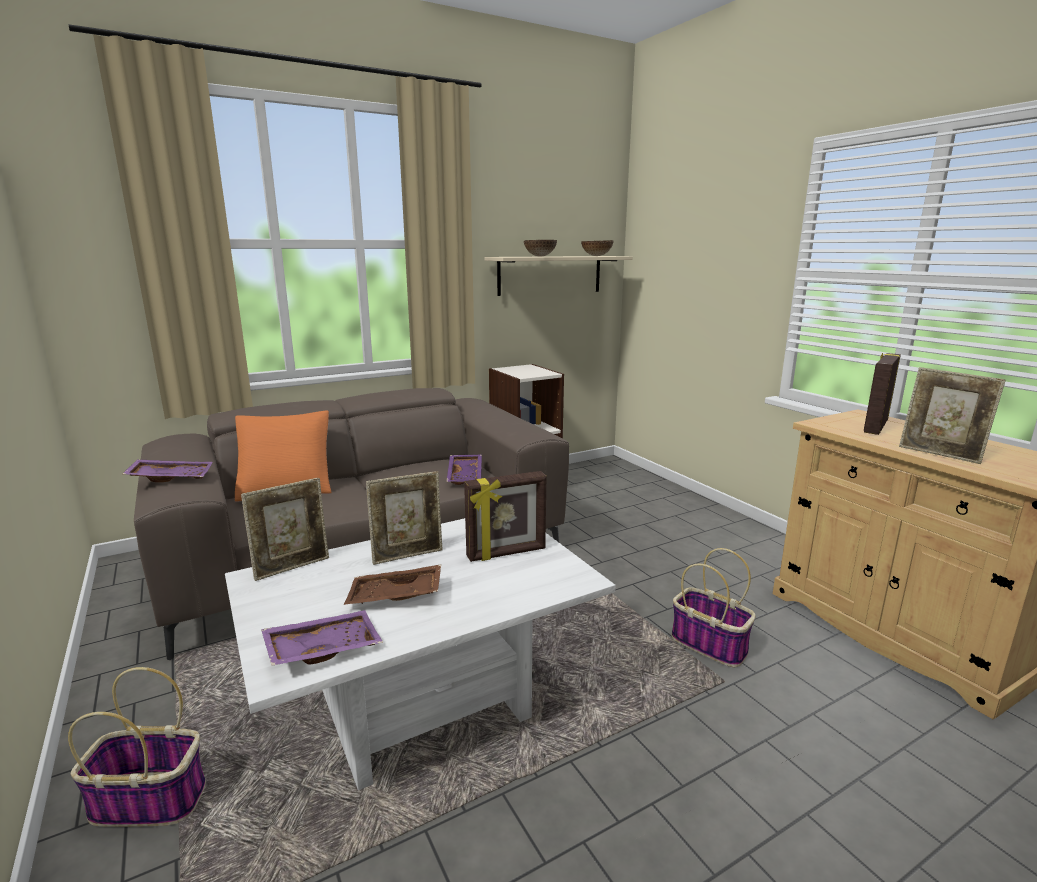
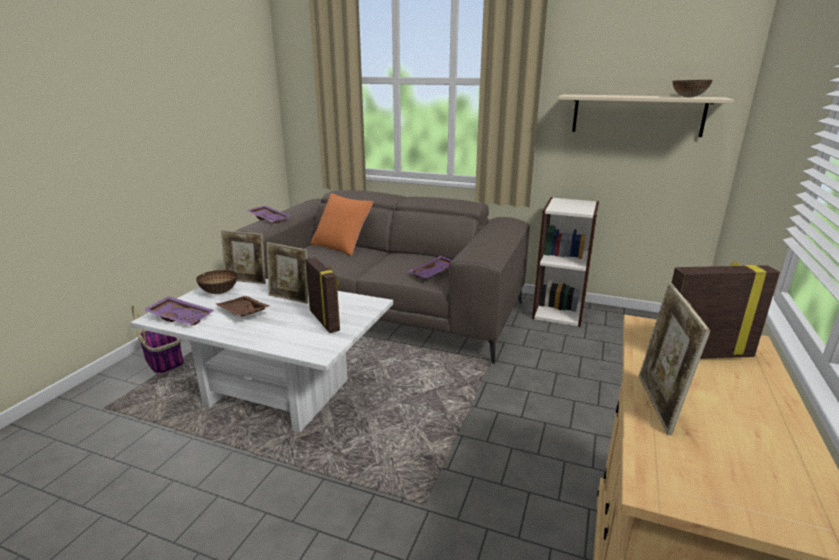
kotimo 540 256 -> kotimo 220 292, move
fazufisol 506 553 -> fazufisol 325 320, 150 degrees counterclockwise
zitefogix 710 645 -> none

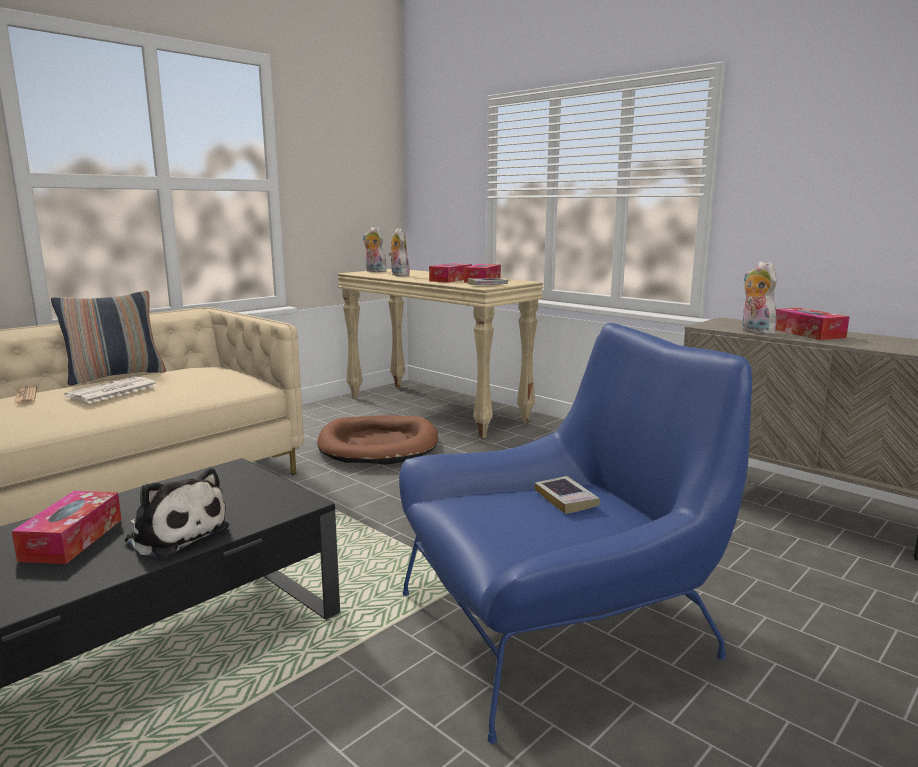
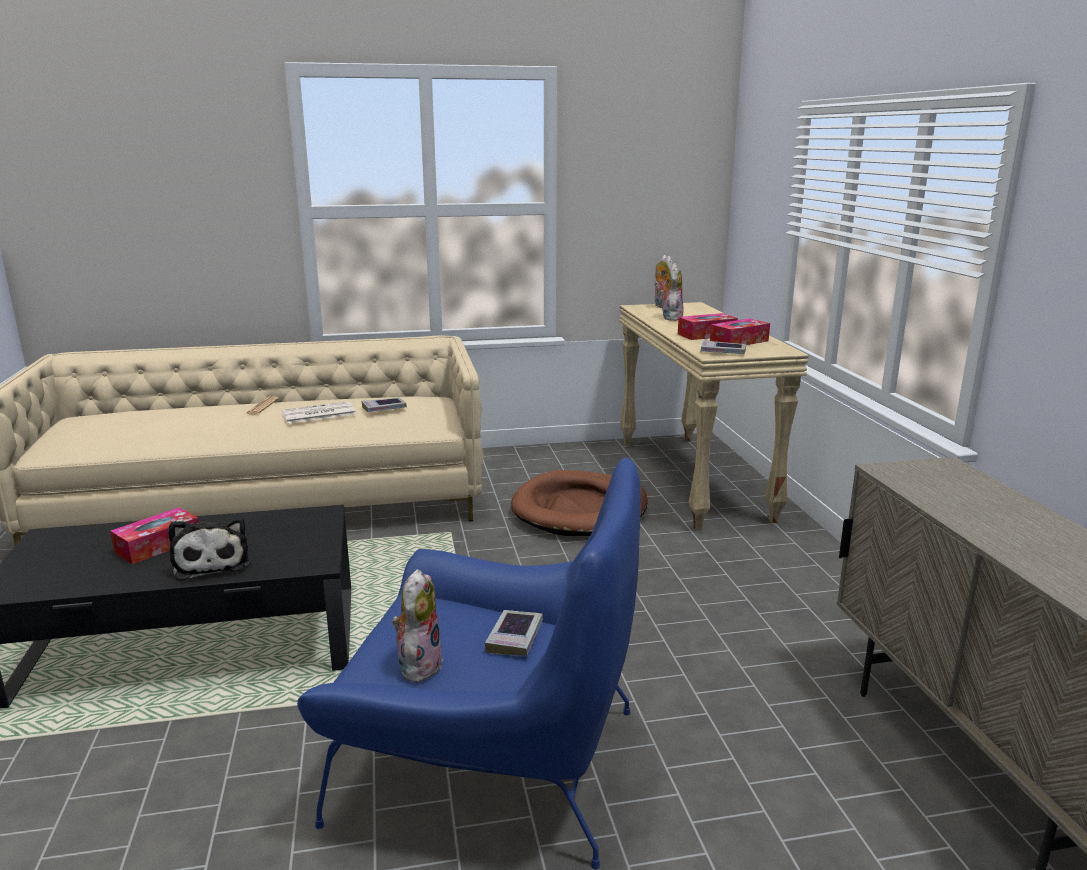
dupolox 754 331 -> dupolox 418 665, move
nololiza 115 376 -> none
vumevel 807 333 -> none
none -> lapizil 384 408

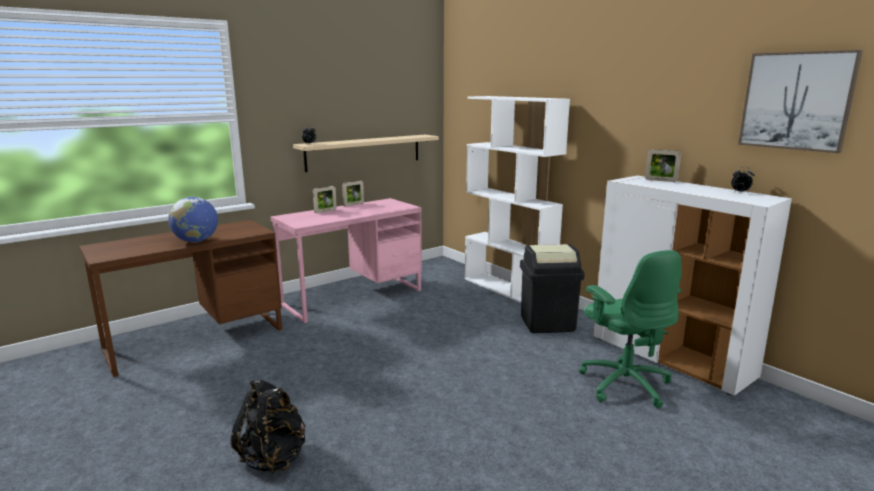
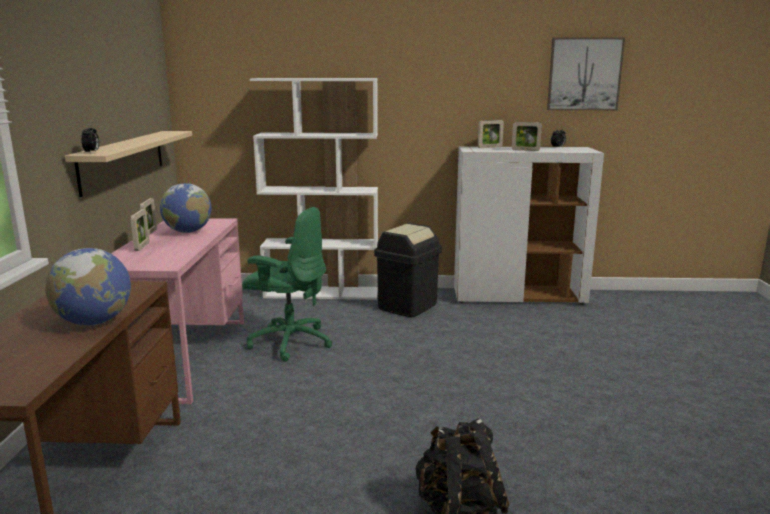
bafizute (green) 624 383 -> bafizute (green) 289 342, move
none -> fazufisol 525 150
none -> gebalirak 188 232

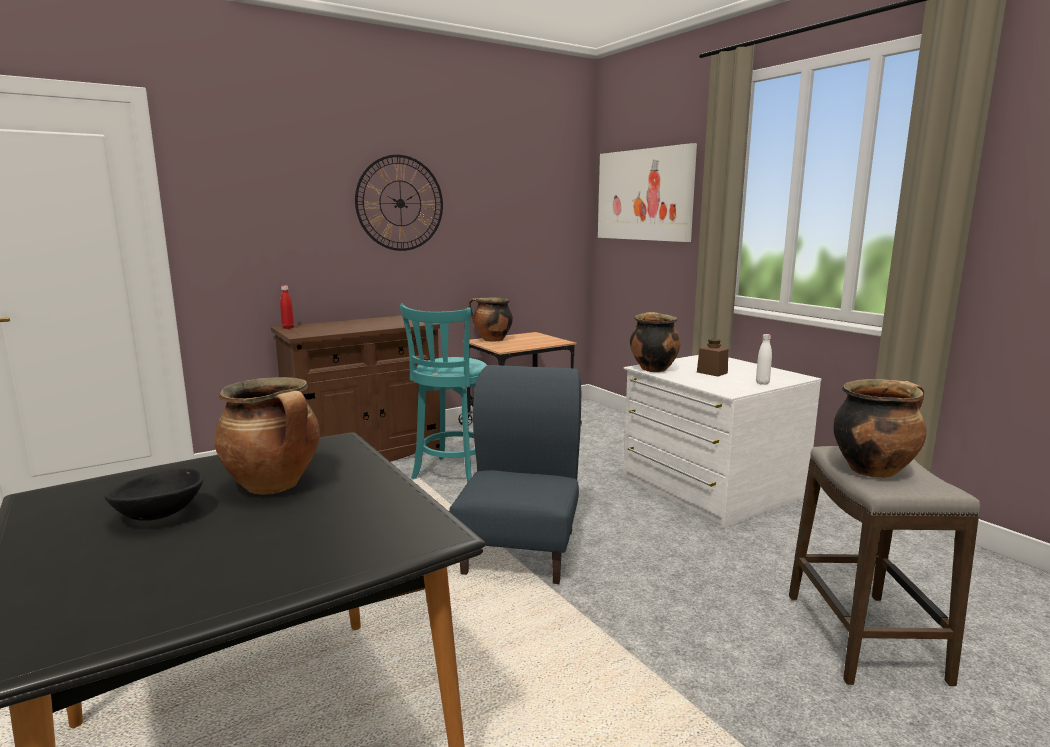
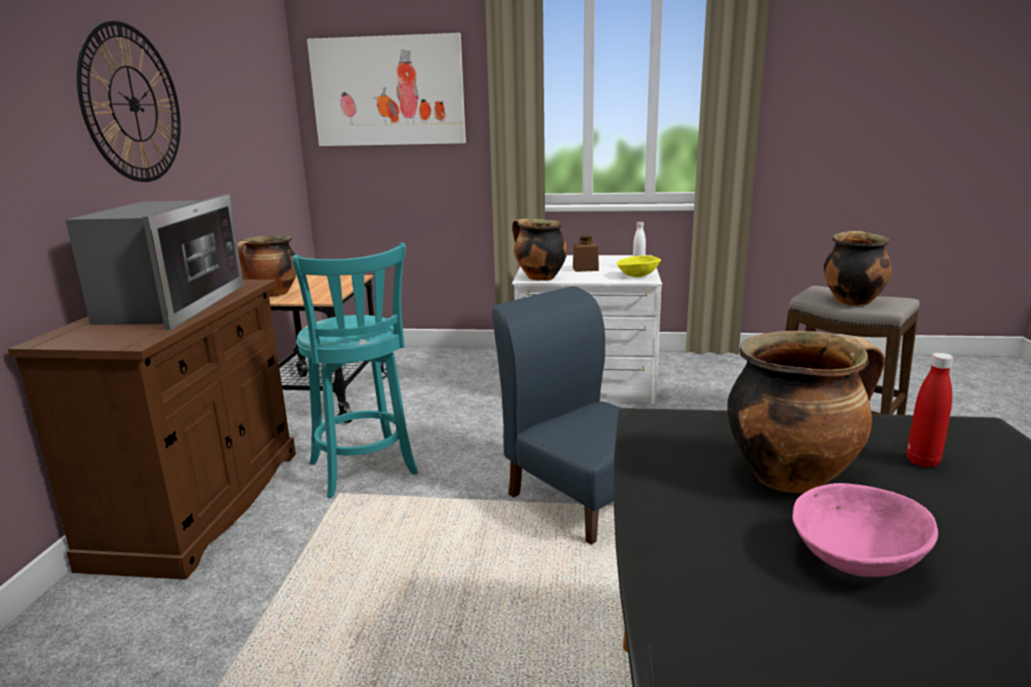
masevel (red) 288 328 -> masevel (red) 922 461, move
kotimo (black) 159 516 -> kotimo (pink) 857 562
none -> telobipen 171 305
none -> kotimo (yellow) 638 276

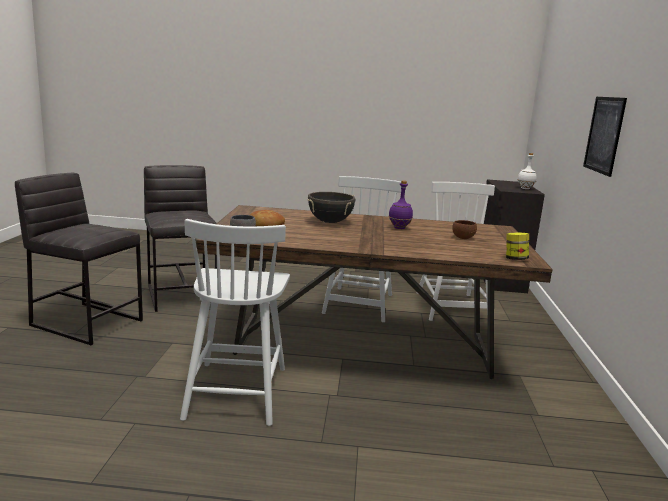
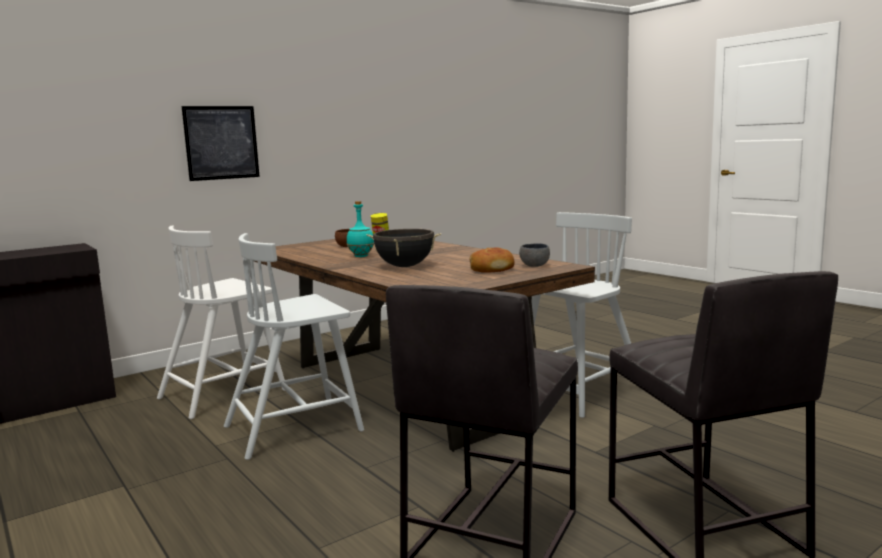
masevel (white) 525 188 -> none
masevel (purple) 399 228 -> masevel (turquoise) 361 256

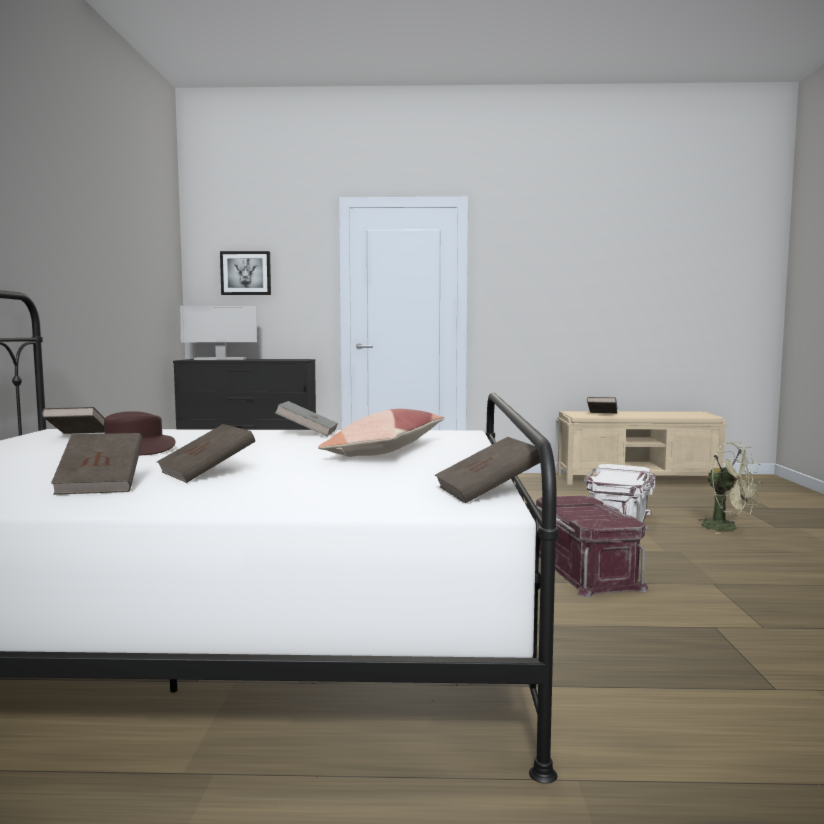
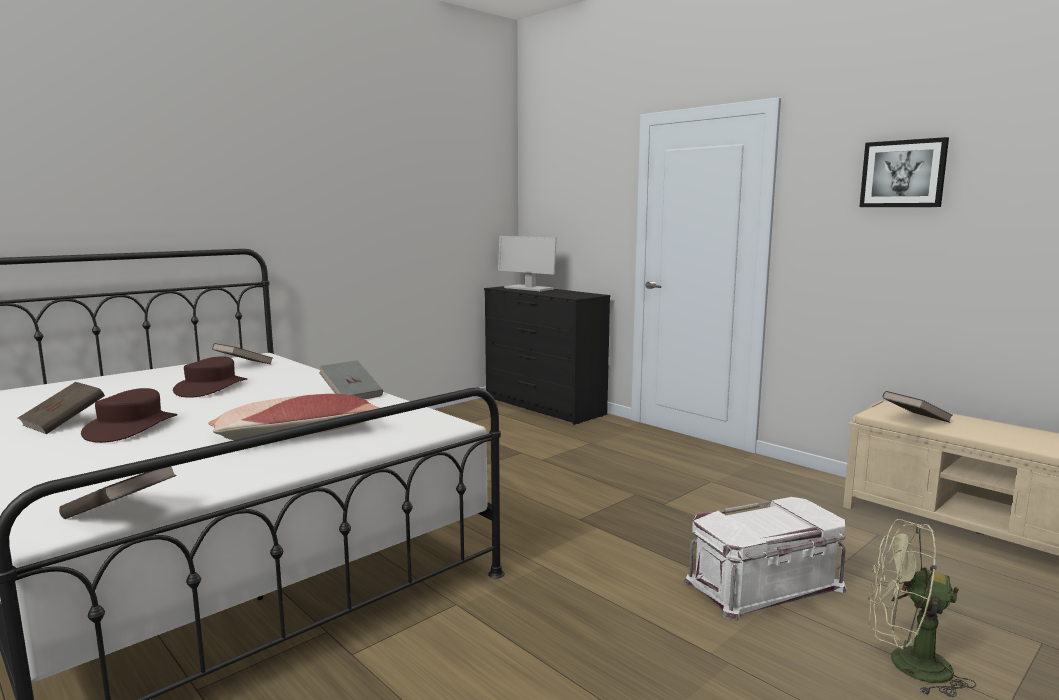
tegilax 246 273 -> tegilax 903 174, move
lapizil (brown) 207 473 -> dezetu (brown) 131 427
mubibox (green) 727 528 -> mubibox (green) 906 665, 105 degrees clockwise
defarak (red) 587 570 -> none

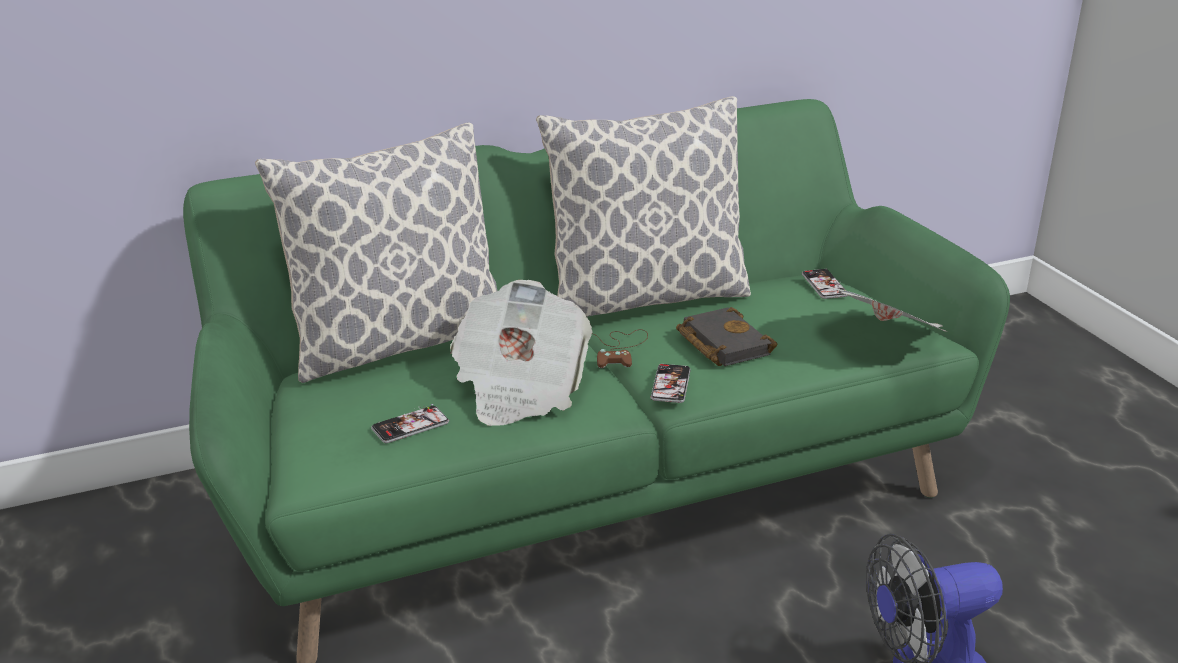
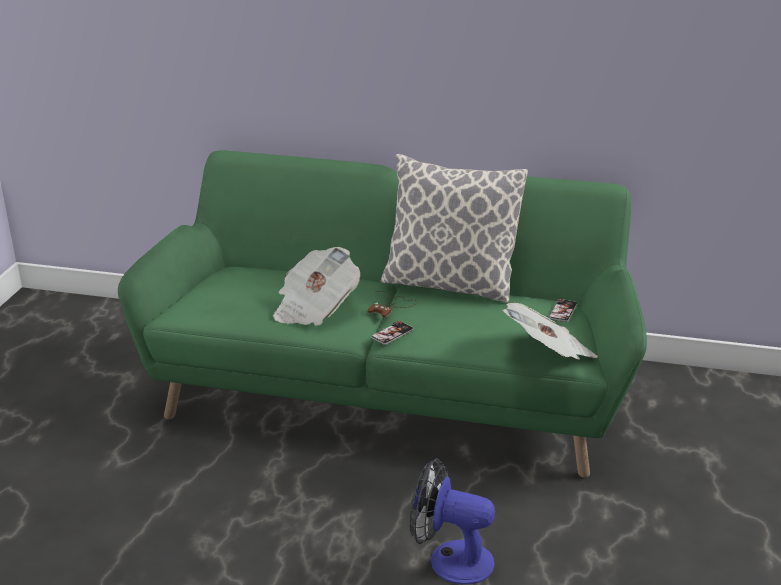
nololiza 396 343 -> none
lapizil (black) 721 343 -> none
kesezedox 410 426 -> none

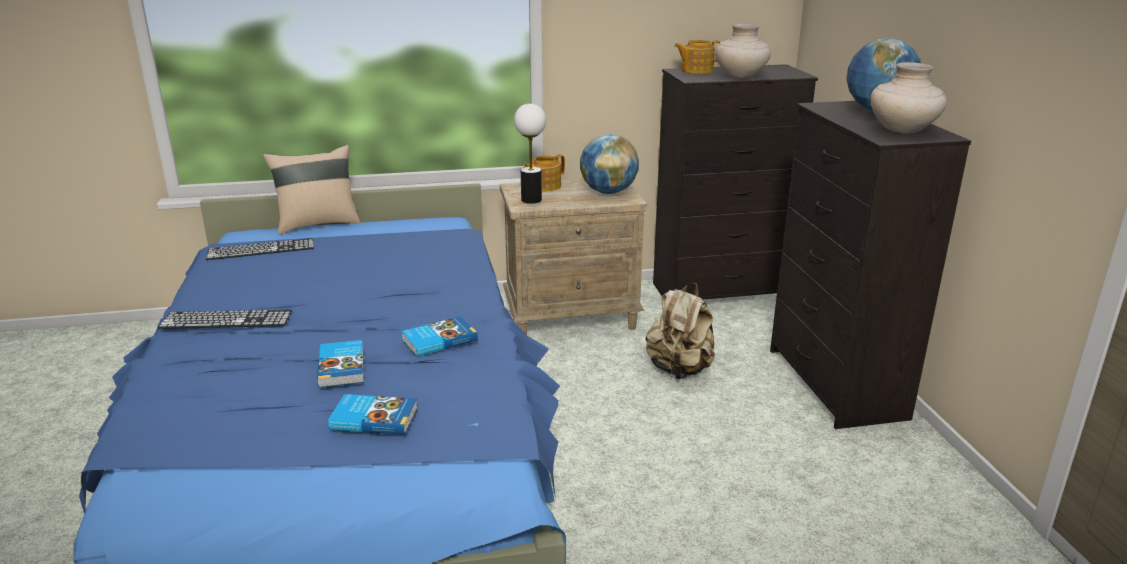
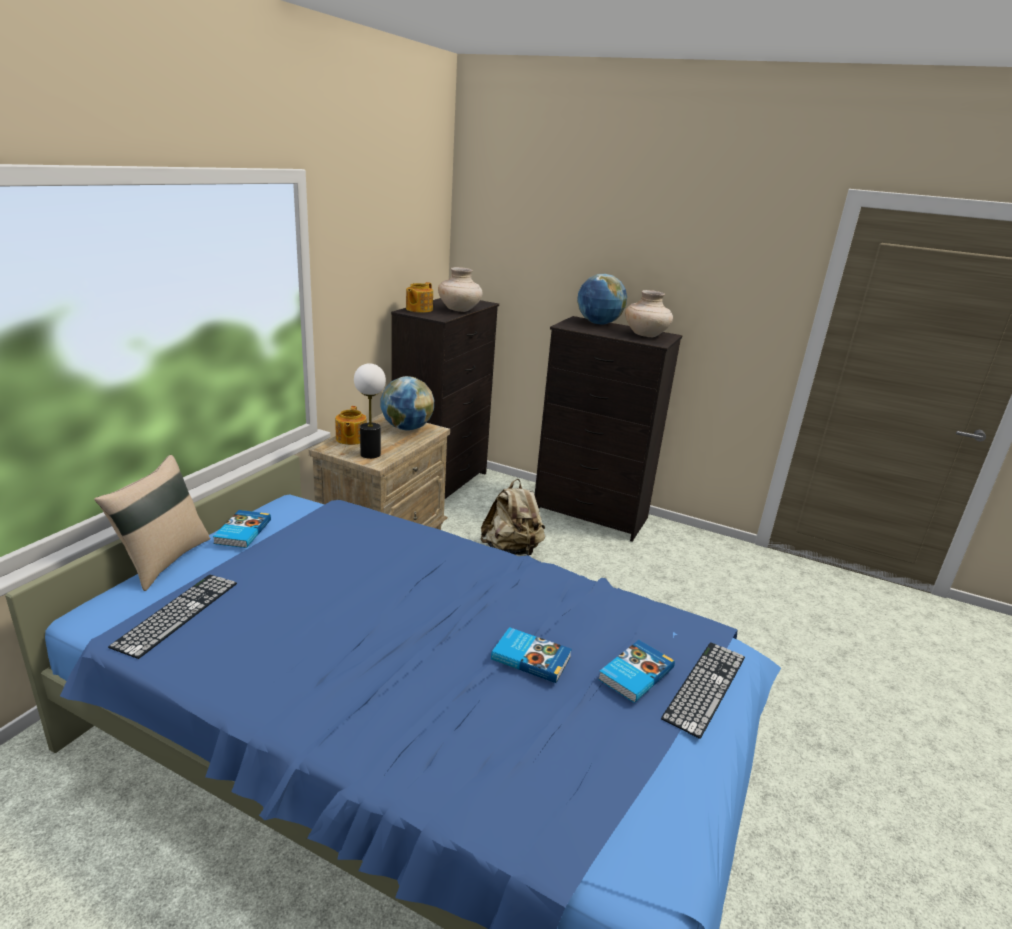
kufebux 226 319 -> kufebux 705 686, move
lapizil 438 340 -> lapizil 241 532, move

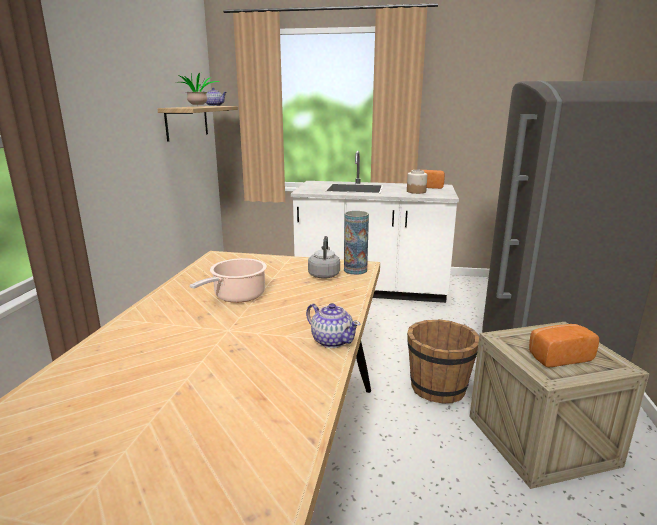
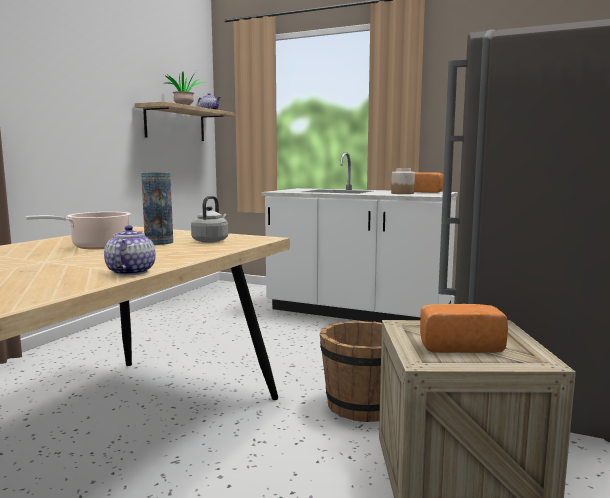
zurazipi 355 270 -> zurazipi 159 242, move
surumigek 332 340 -> surumigek 130 272, 150 degrees counterclockwise

